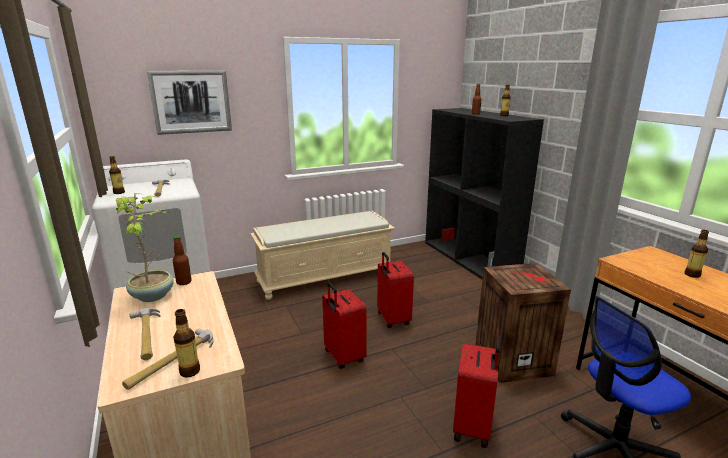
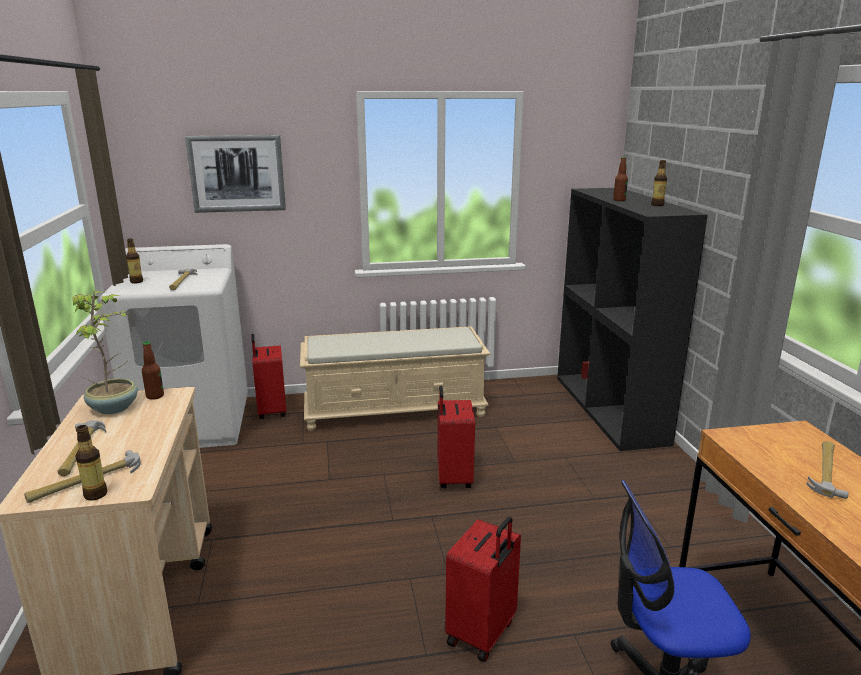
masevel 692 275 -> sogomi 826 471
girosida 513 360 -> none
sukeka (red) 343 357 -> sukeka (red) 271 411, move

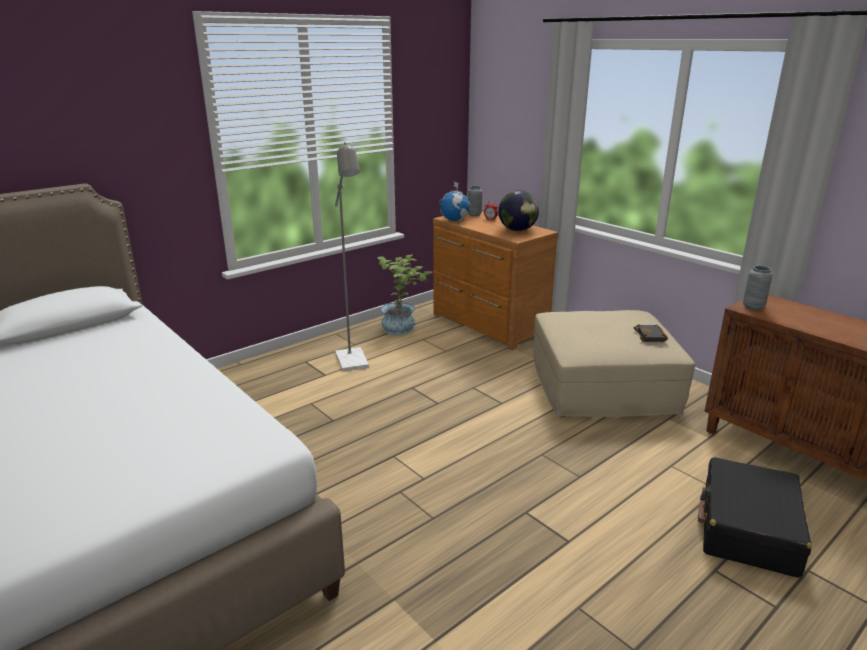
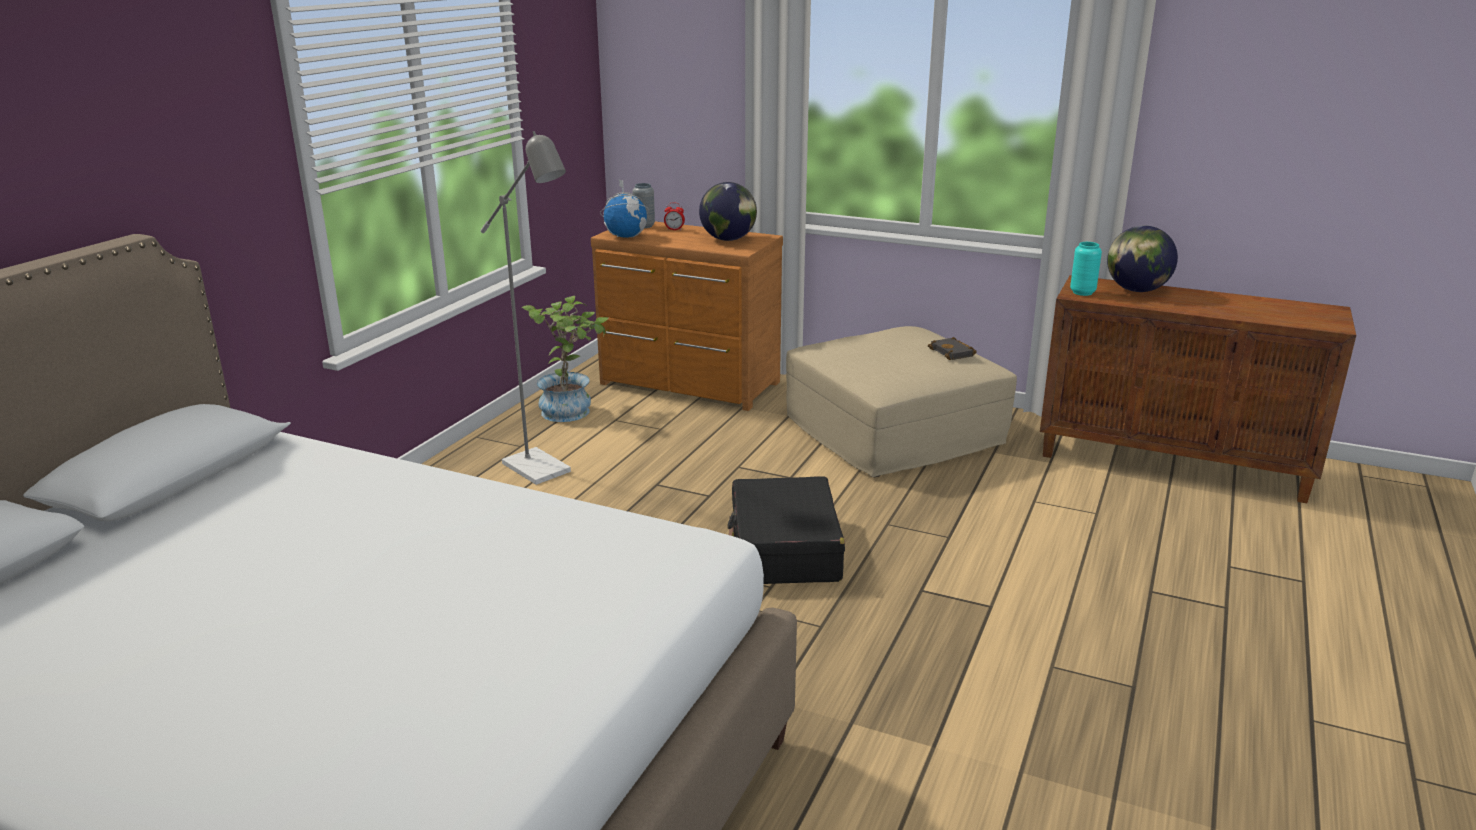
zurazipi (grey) 753 307 -> zurazipi (turquoise) 1082 292
sukeka (black) 748 529 -> sukeka (black) 784 549, move
none -> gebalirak 1136 290

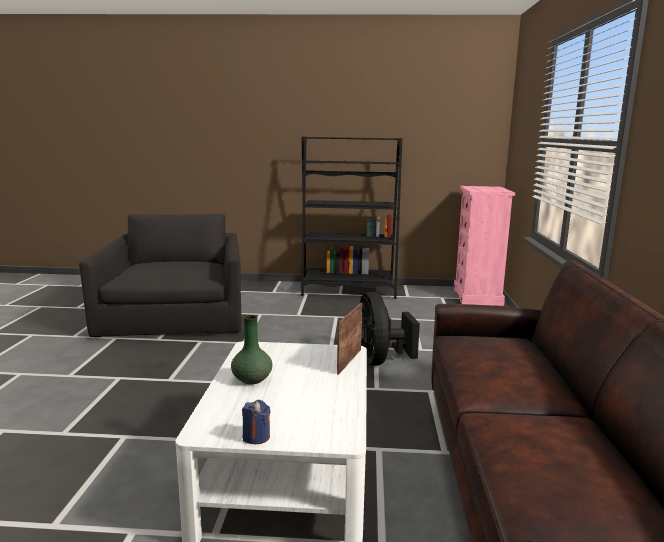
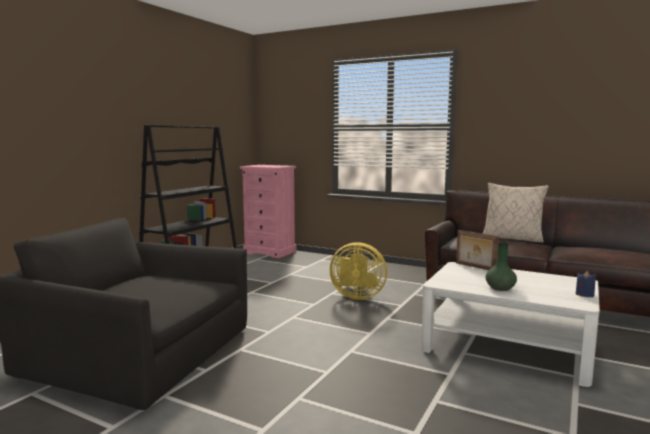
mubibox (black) 380 360 -> mubibox (yellow) 357 296
none -> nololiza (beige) 512 239

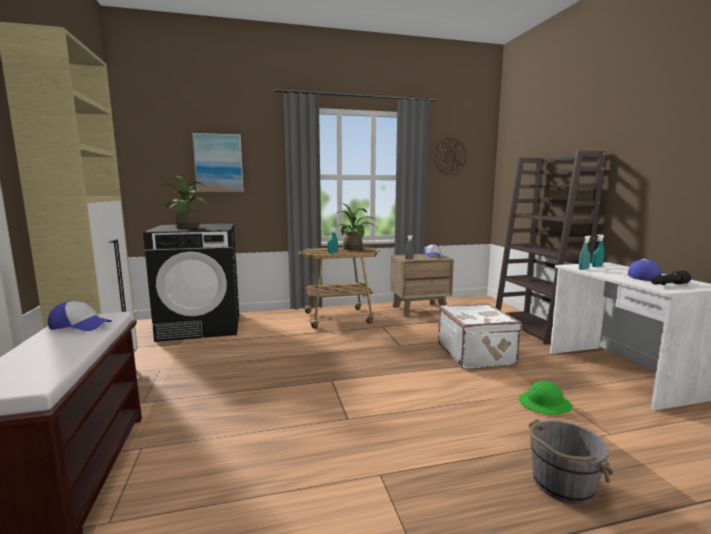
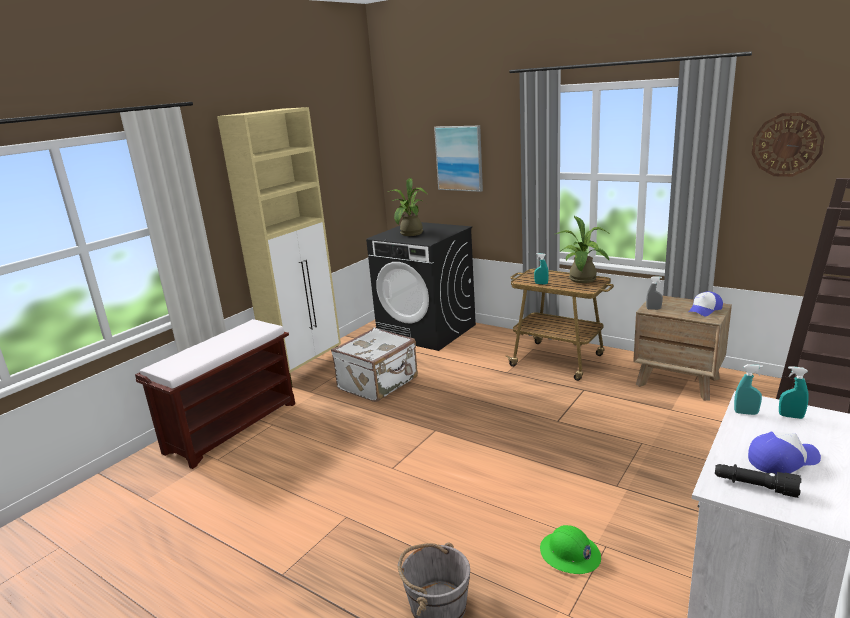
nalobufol 80 325 -> none
sukeka (white) 476 355 -> sukeka (white) 379 383, move

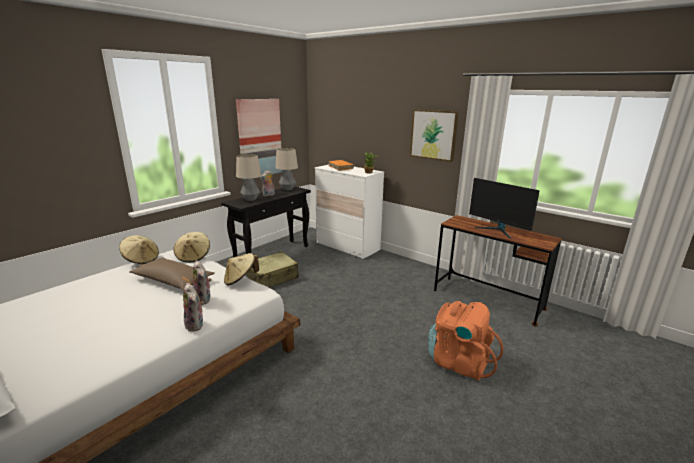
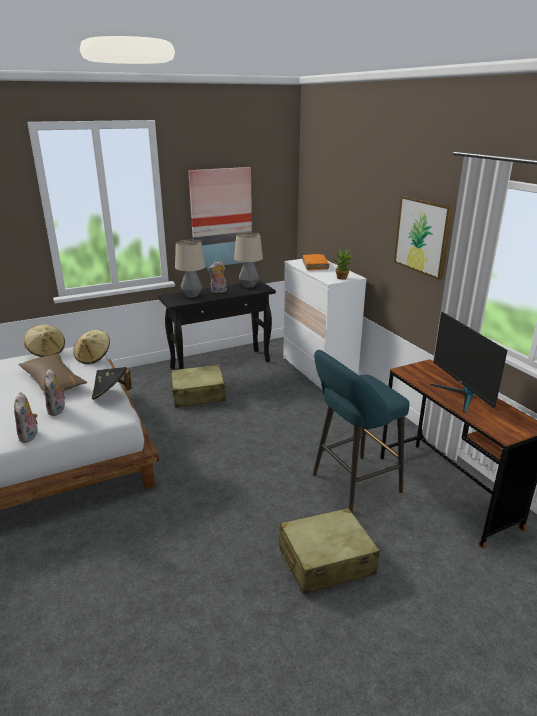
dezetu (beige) 240 280 -> dezetu (black) 111 395
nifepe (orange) 459 362 -> sukeka (beige) 325 561
none -> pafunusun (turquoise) 352 484

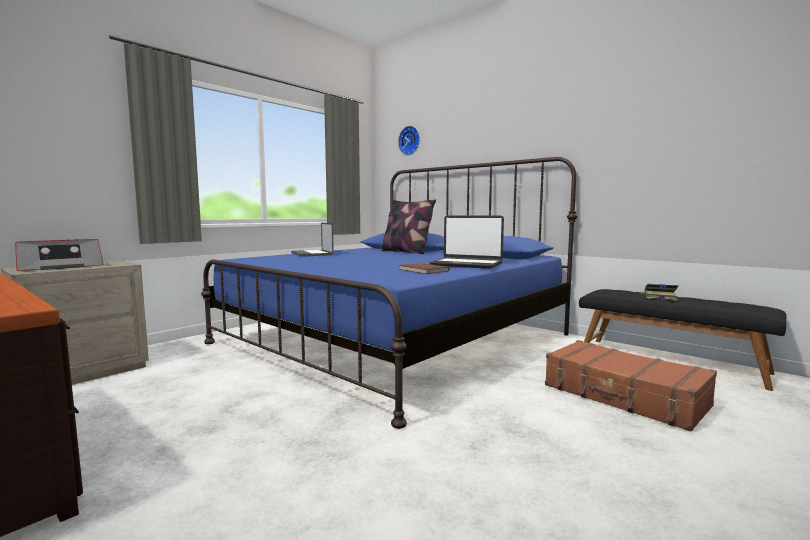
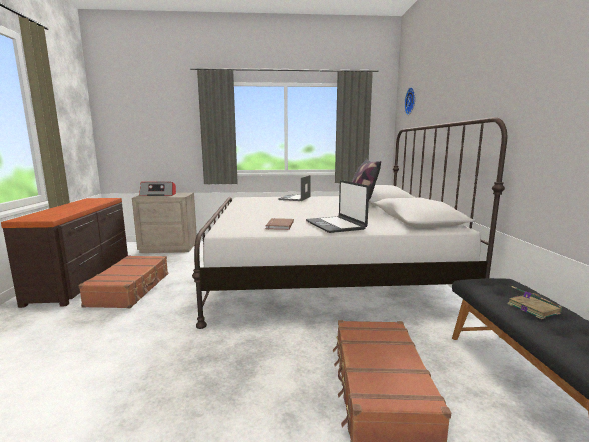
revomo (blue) 394 339 -> revomo (white) 325 272
none -> sukeka (brown) 130 289

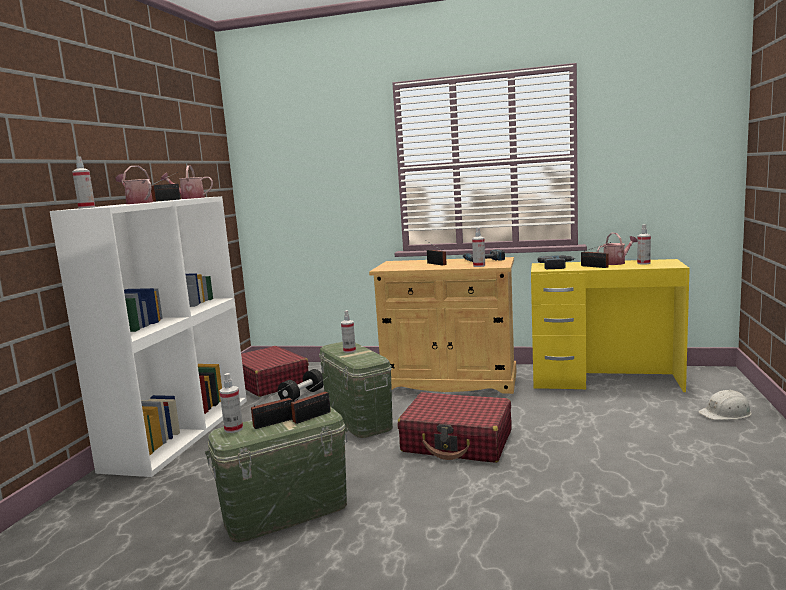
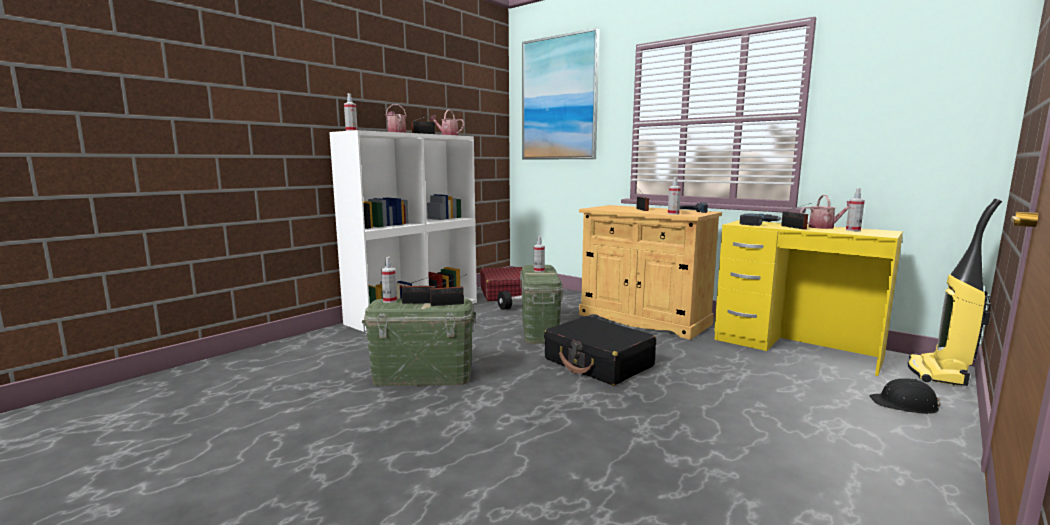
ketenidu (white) 726 413 -> ketenidu (black) 905 404
sukeka (red) 457 442 -> sukeka (black) 598 363
none -> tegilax 559 99
none -> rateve 938 373

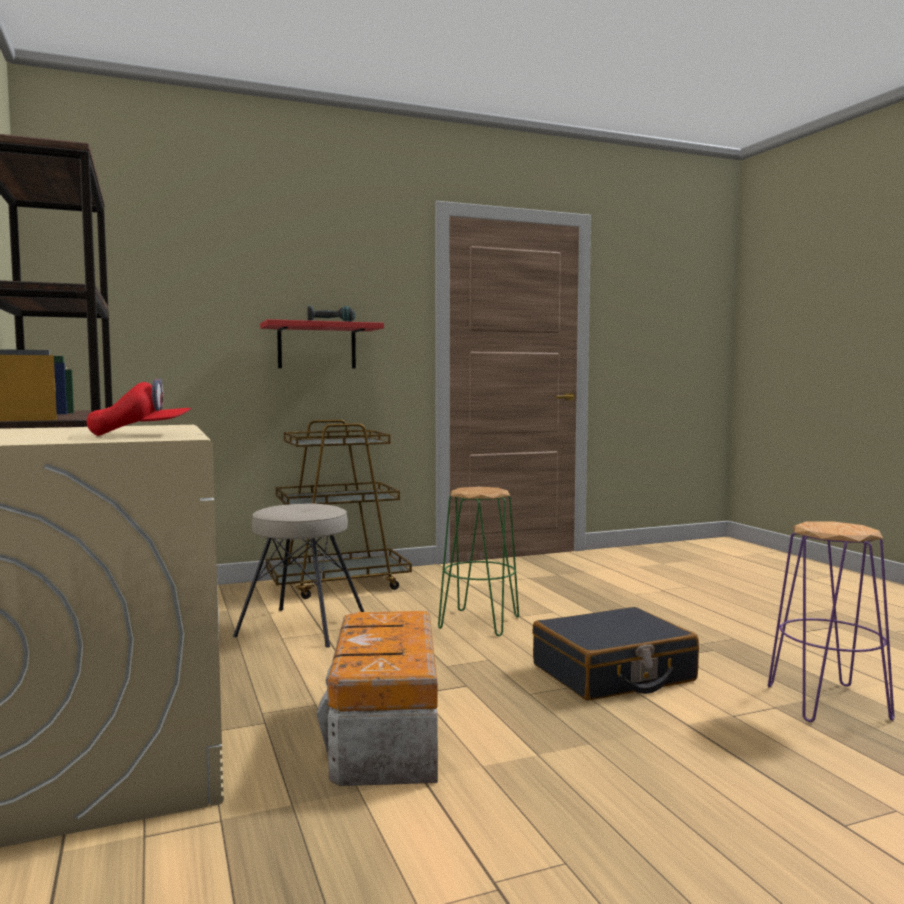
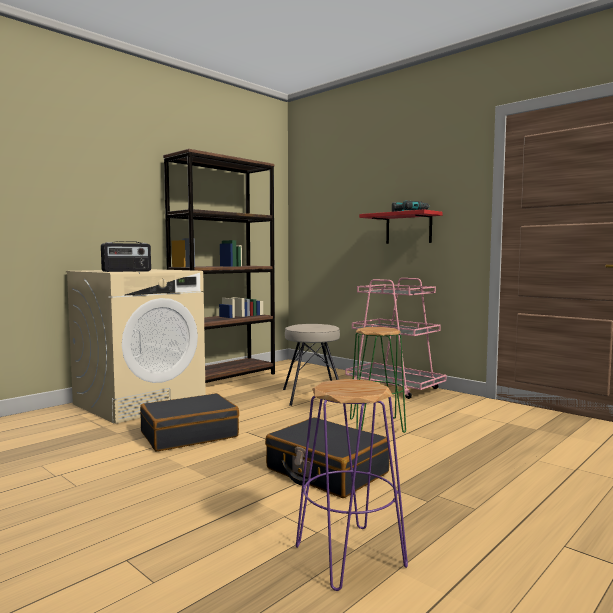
nalobufol (red) 140 435 -> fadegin 127 271
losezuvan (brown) 338 584 -> losezuvan (pink) 394 387
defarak 385 735 -> sukeka (black) 189 434

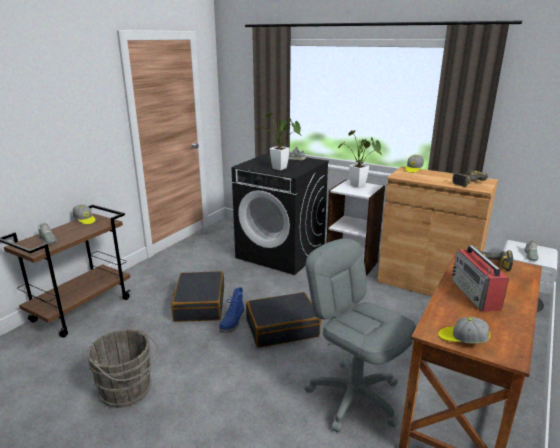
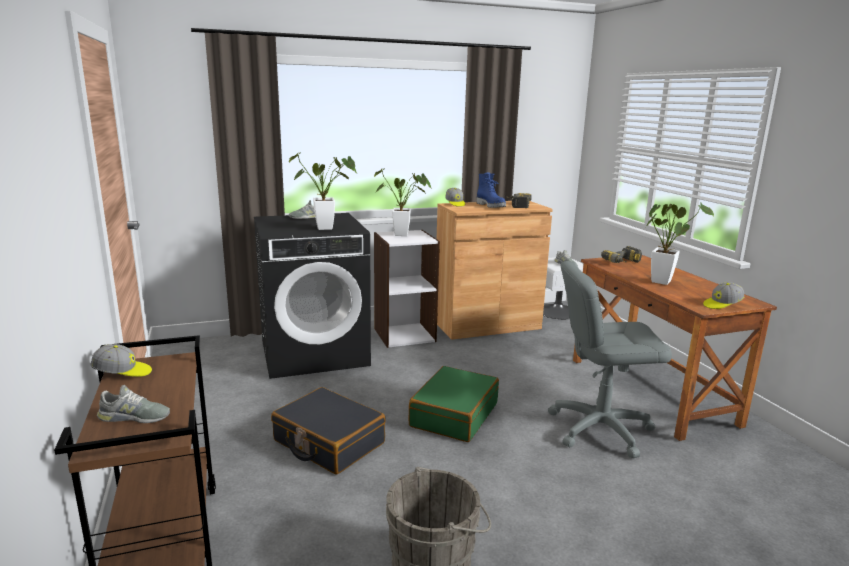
fadegin 475 295 -> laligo 662 280
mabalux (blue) 233 323 -> mabalux (blue) 491 206, move
sukeka (black) 282 328 -> sukeka (green) 453 414

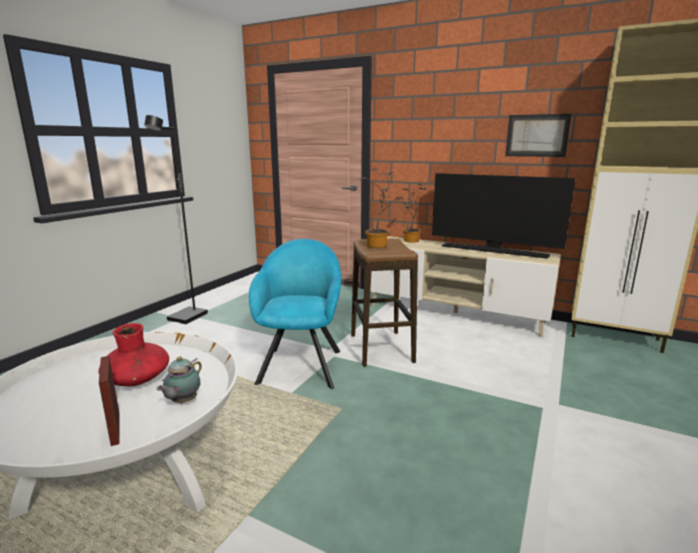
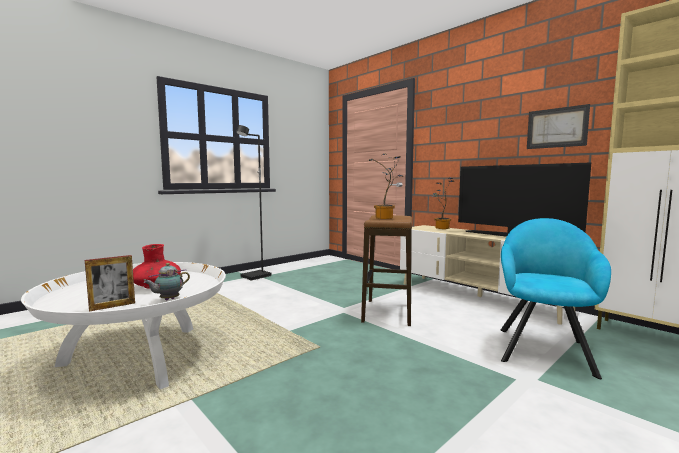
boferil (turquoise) 301 364 -> boferil (turquoise) 543 348, move
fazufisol 115 429 -> fazufisol 112 306, 120 degrees counterclockwise

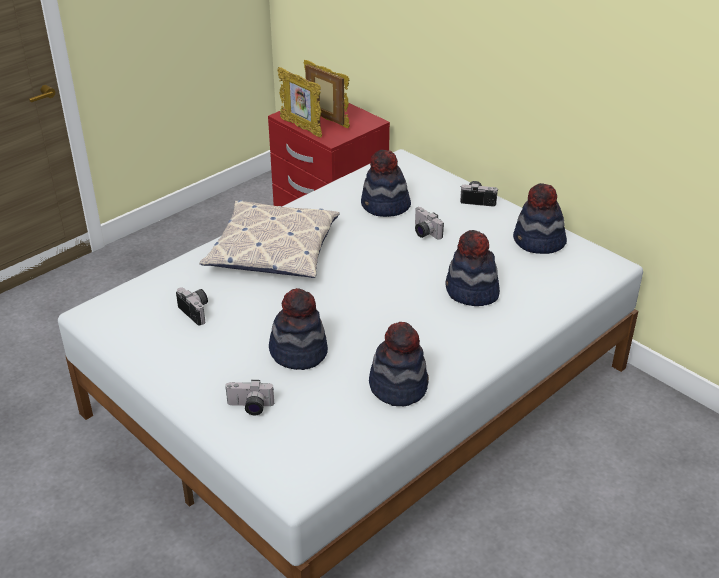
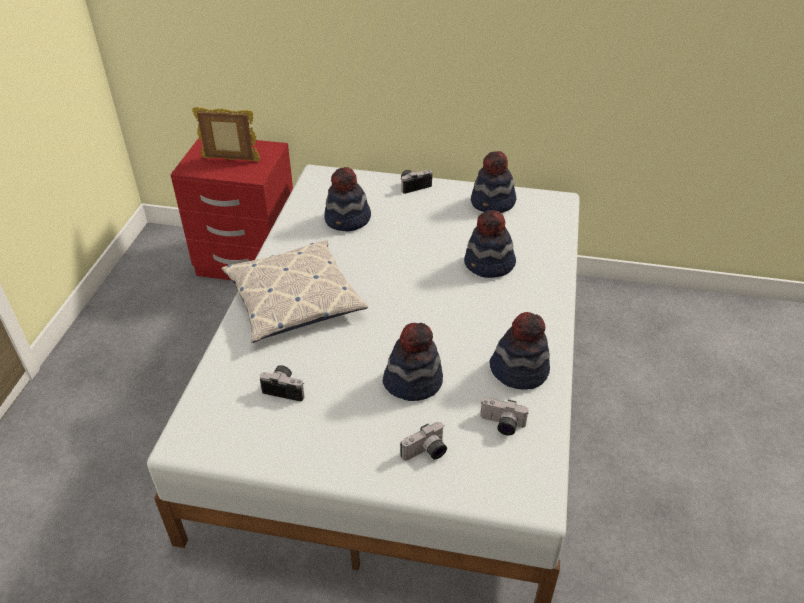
fazufisol 301 128 -> none
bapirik 424 232 -> bapirik 501 425, move

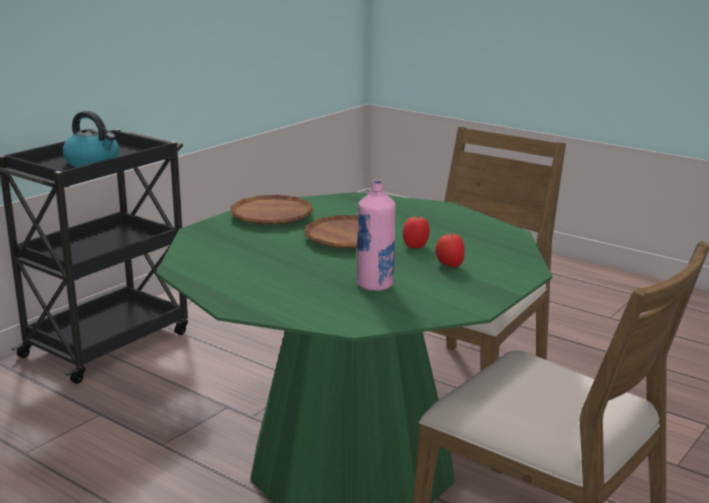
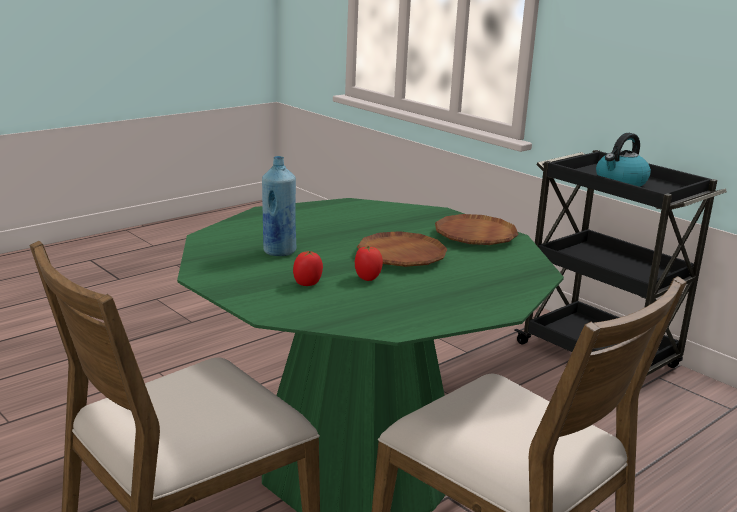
masevel (pink) 375 285 -> masevel (blue) 279 251

